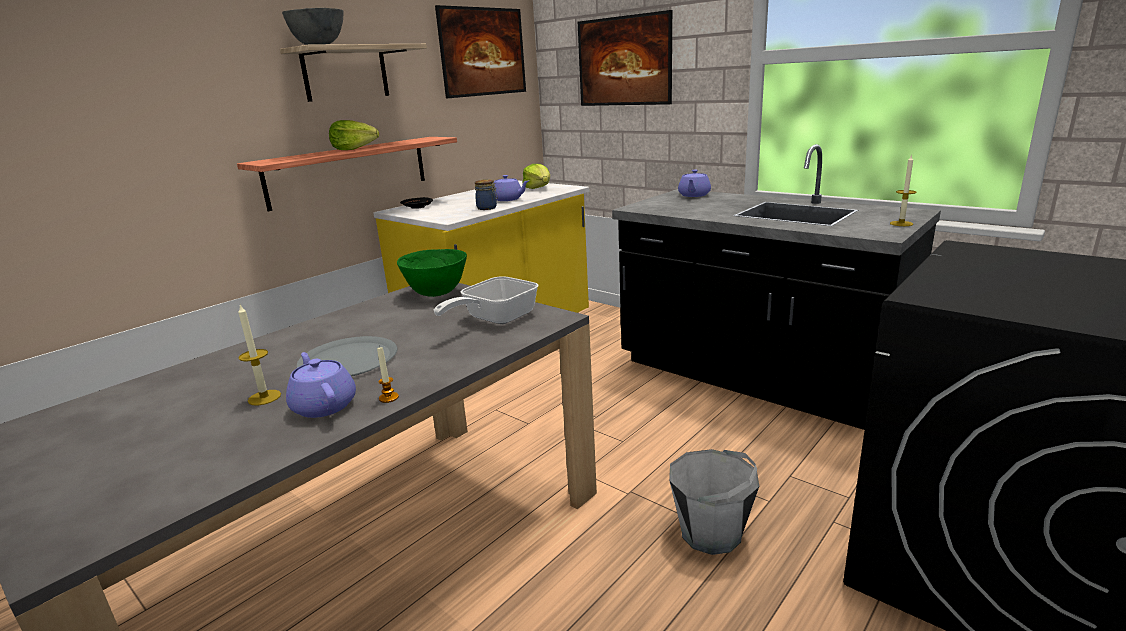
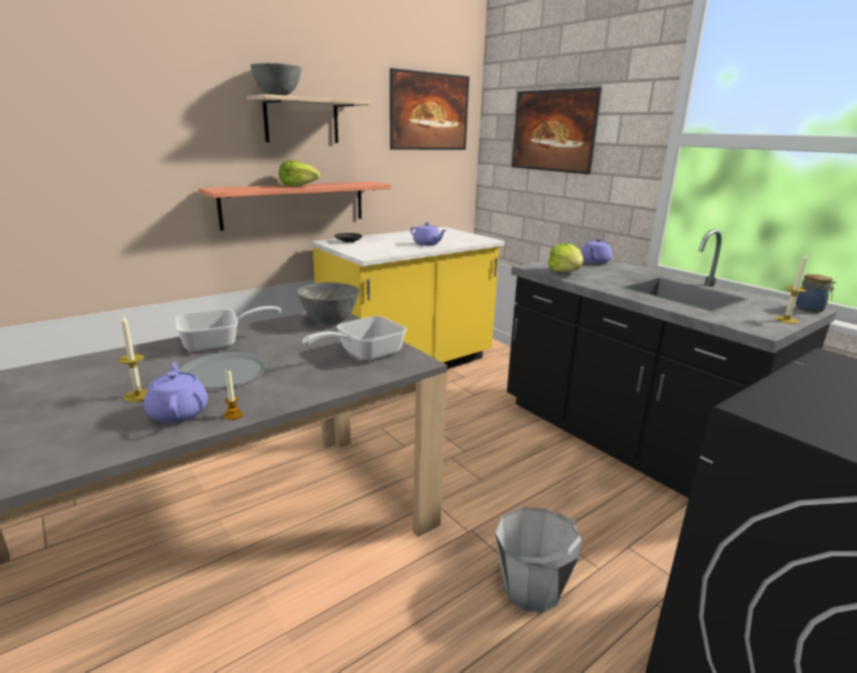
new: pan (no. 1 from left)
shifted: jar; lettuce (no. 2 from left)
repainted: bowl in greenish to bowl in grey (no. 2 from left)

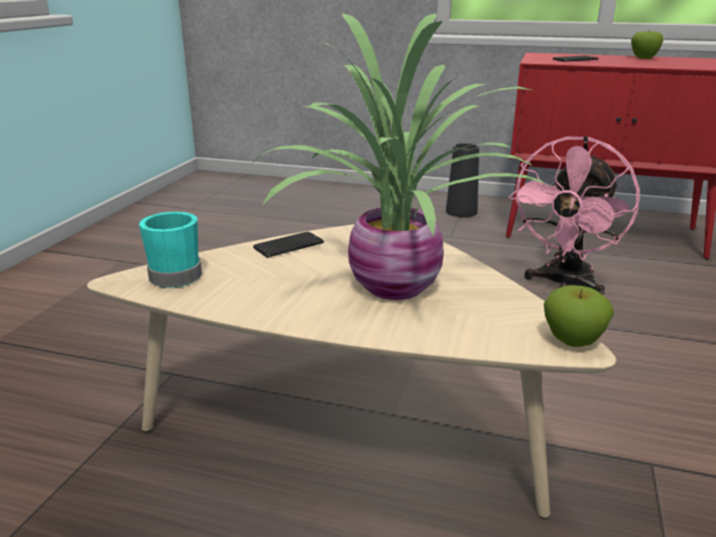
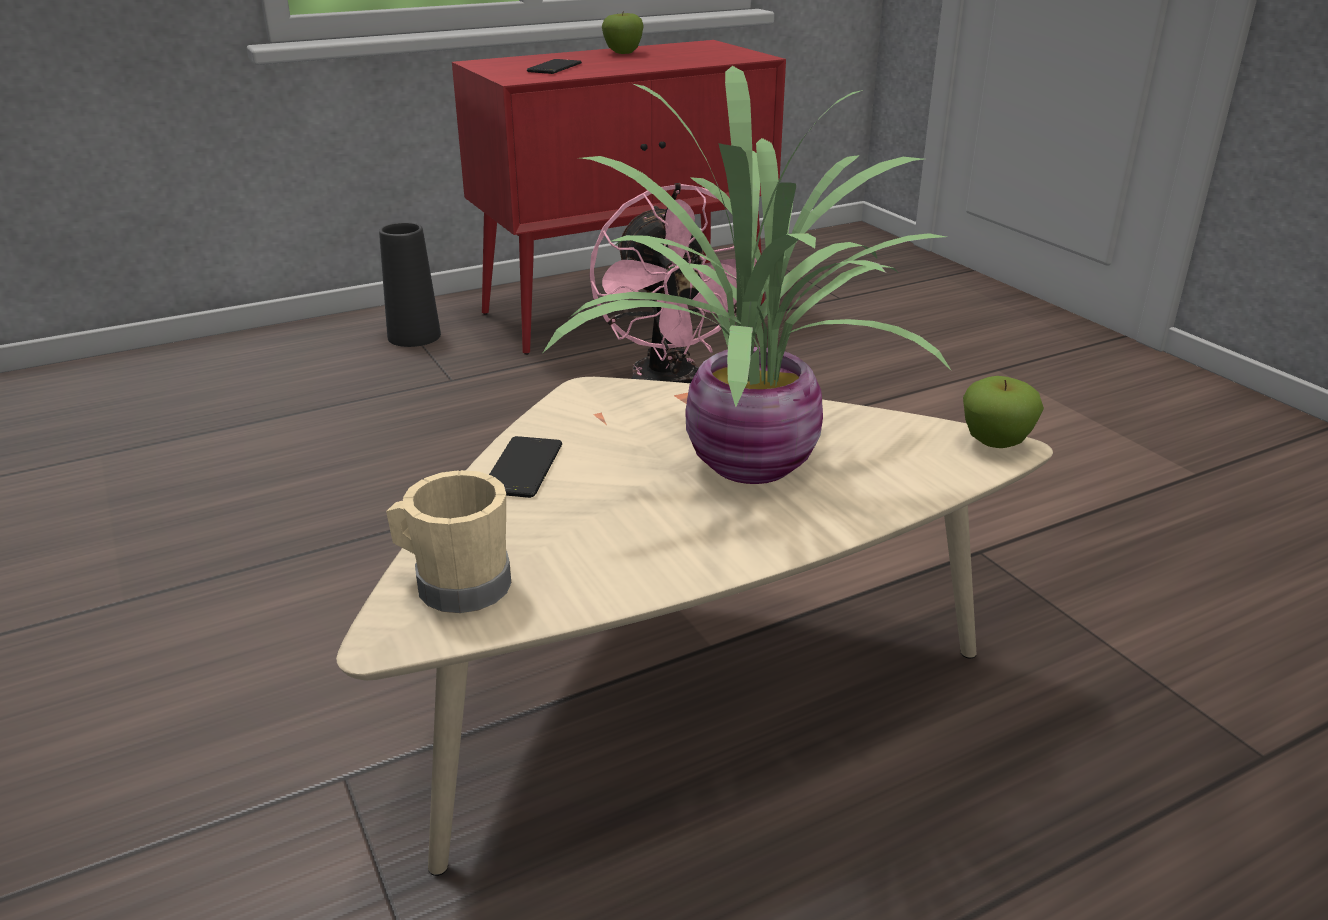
repainted: tea mug in turquoise-coloured to tea mug in sand-coloured

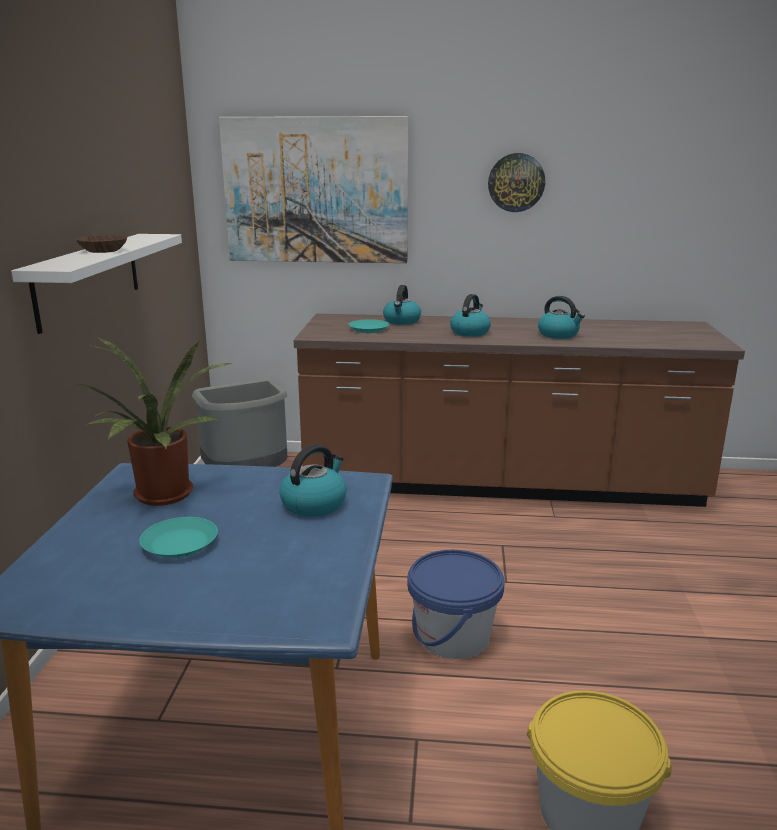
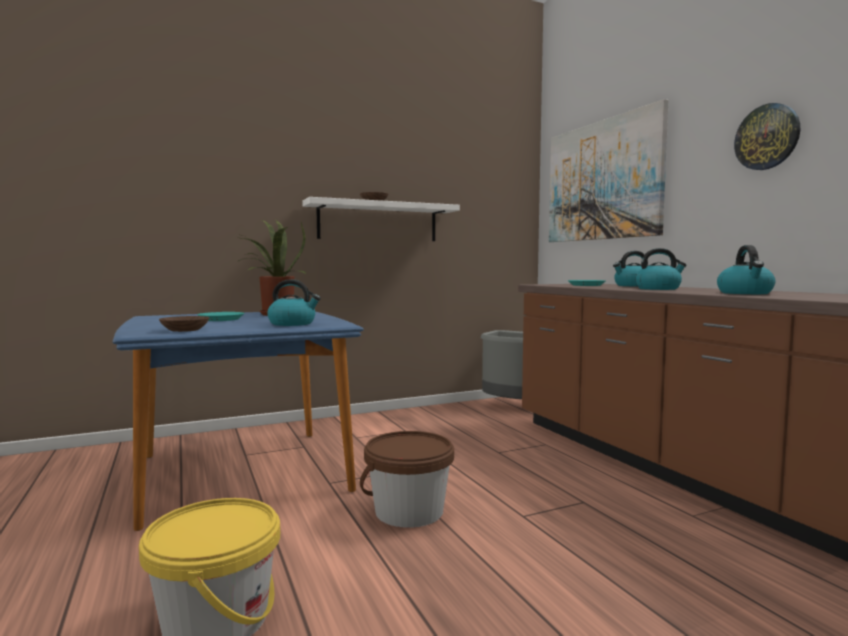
new: bowl in brownish (no. 1 from left)
repainted: pail in bluish to pail in brownish

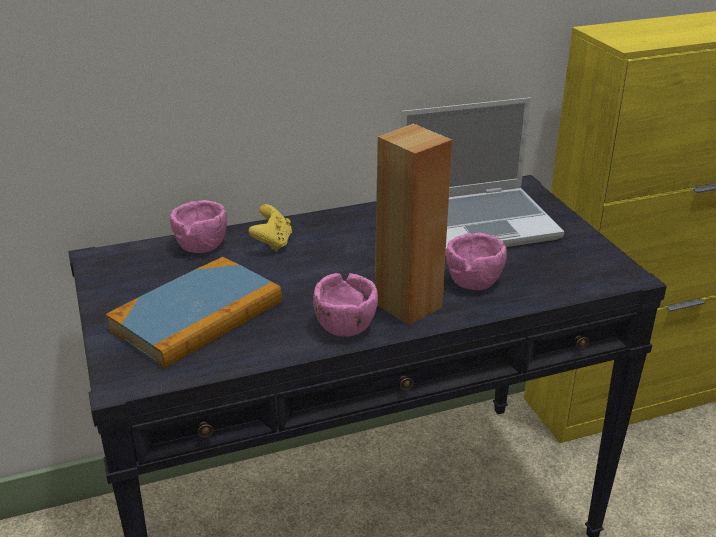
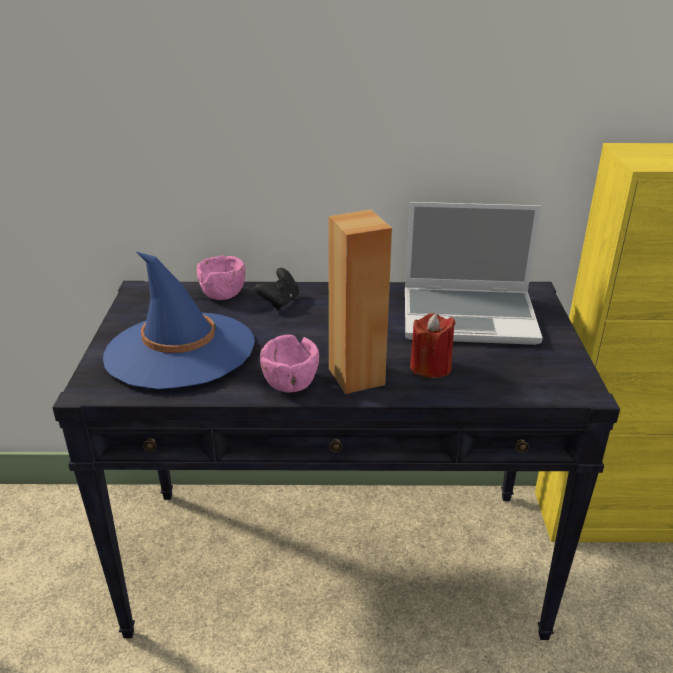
swapped: bound book to wearable hat in bluish; bowl in pink-coloured (no. 3 from left) to wax light in red-coloured
repainted: joypad in yellow to joypad in black-coloured

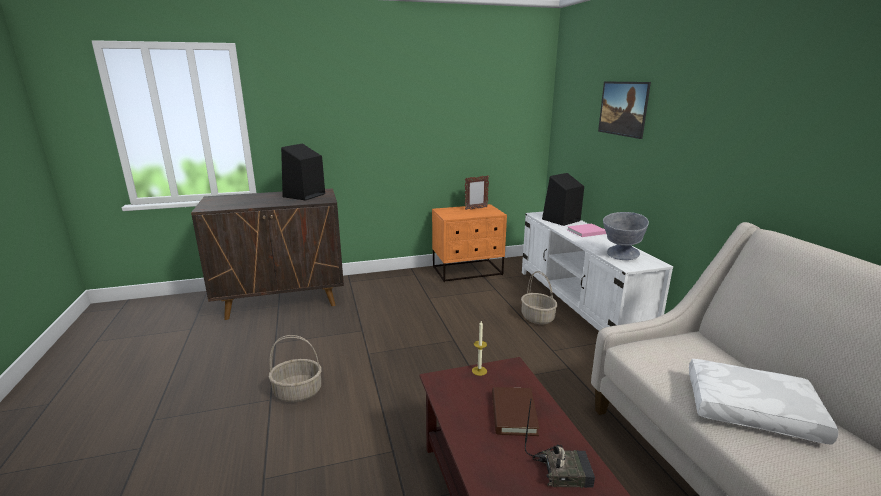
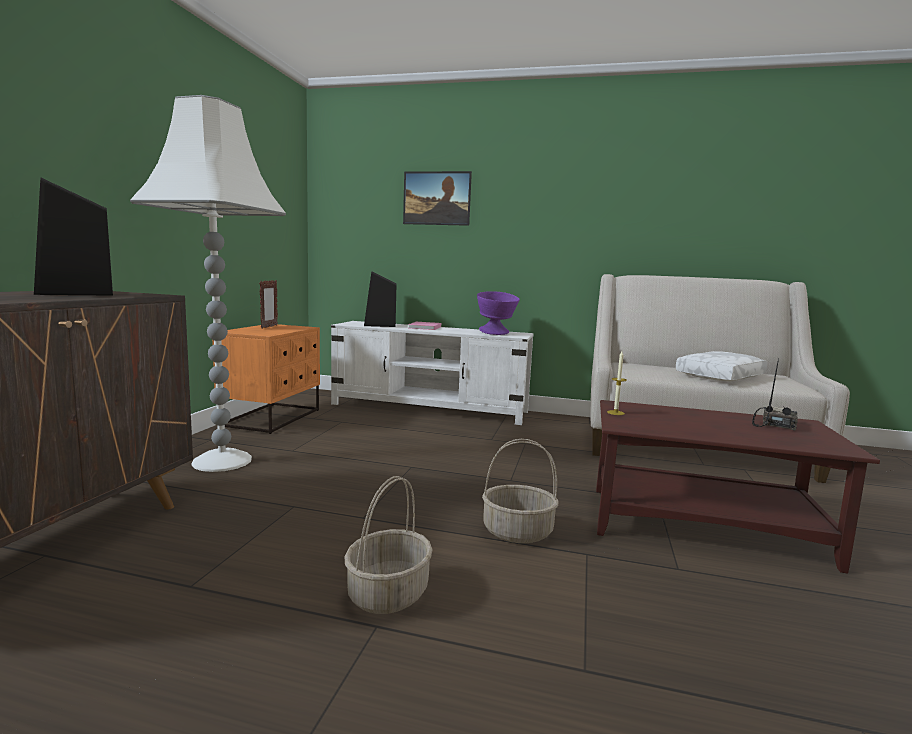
gone: bound book in brownish
new: standard lamp in whitish
shifted: basket (no. 2 from left)
repainted: bowl in grey to bowl in purple-coloured

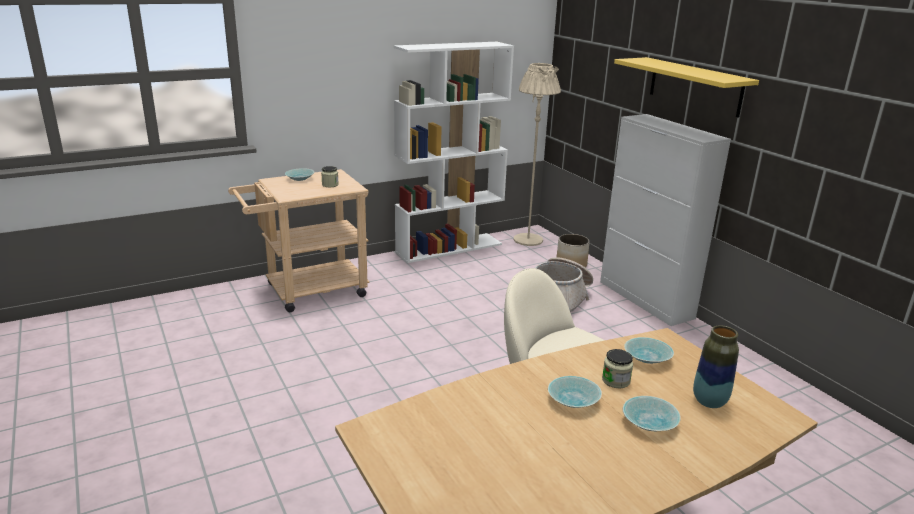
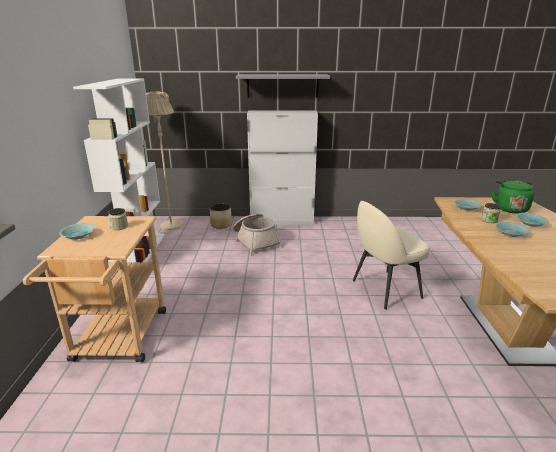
swapped: decorative vase to kettle in greenish
repainted: shelf in yellow to shelf in grey

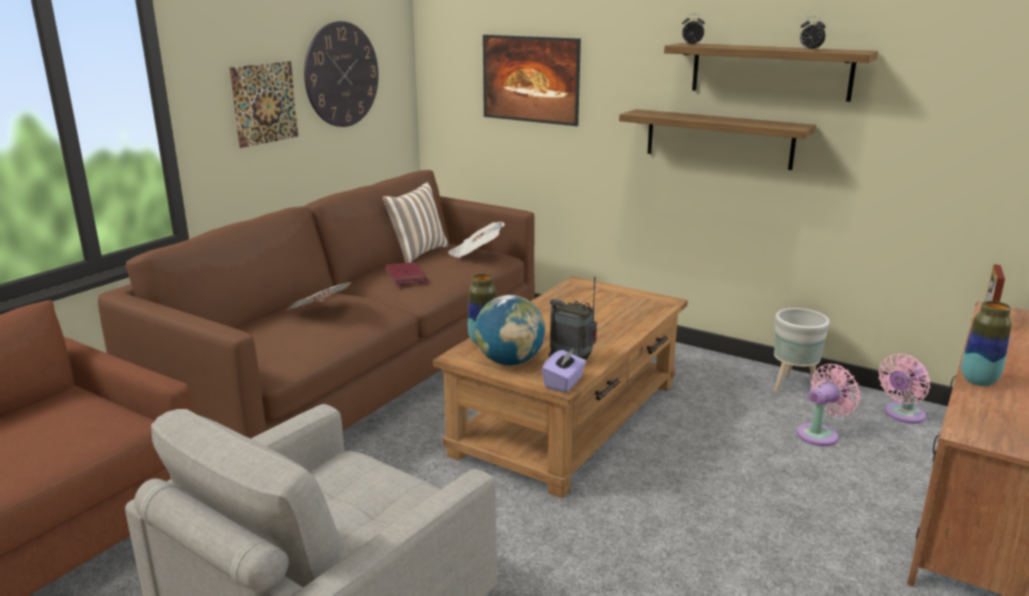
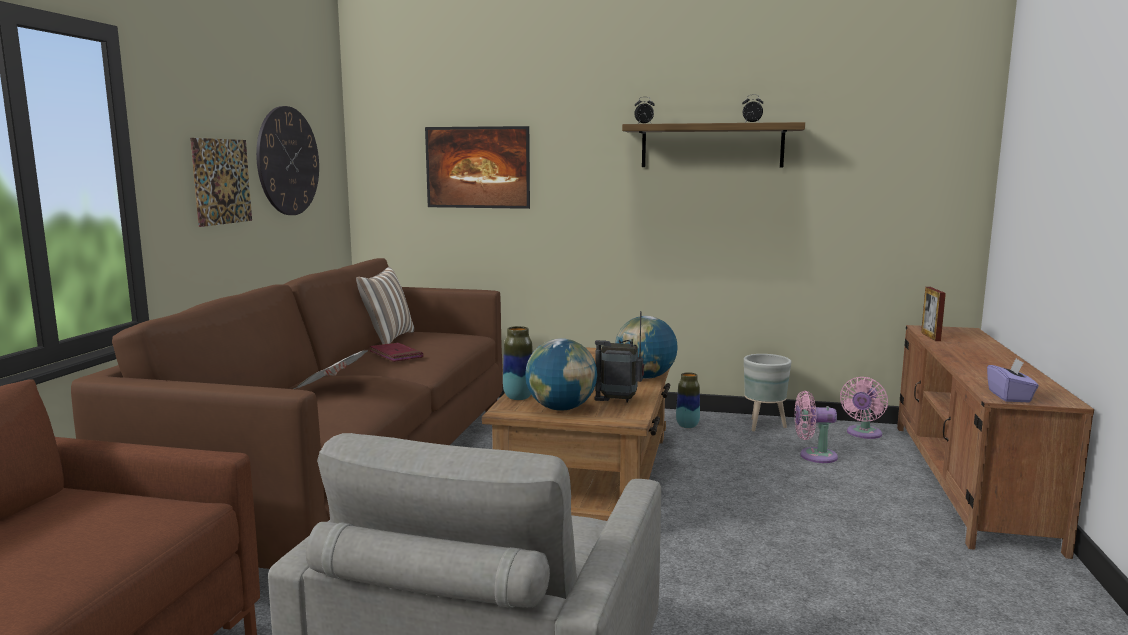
gone: printed paper (no. 2 from left); shelf (no. 1 from left)
new: globe (no. 2 from left)
shifted: tissue box in purple-coloured; decorative vase (no. 2 from left)
rotated: fan in pink-coloured (no. 1 from left) 120 degrees counterclockwise

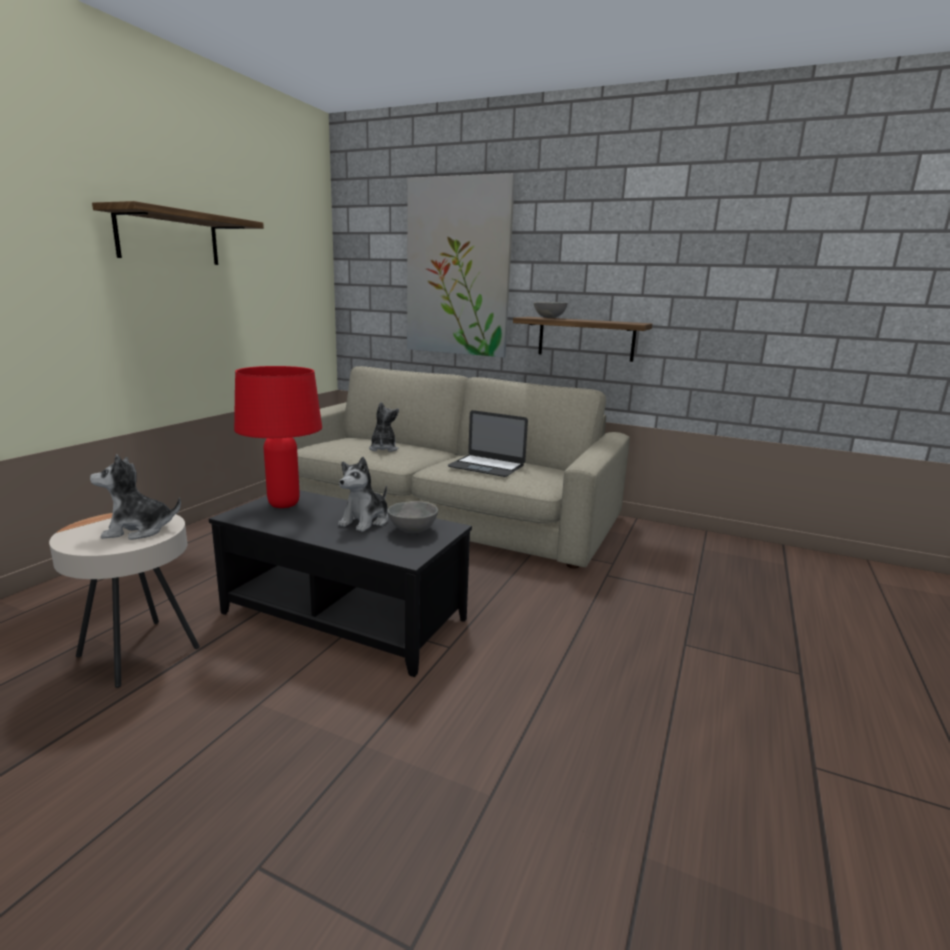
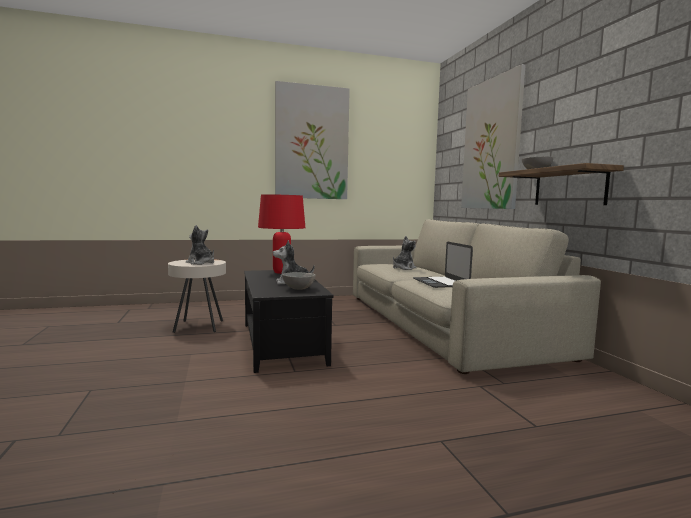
swapped: shelf (no. 1 from left) to wall picture (no. 1 from left)

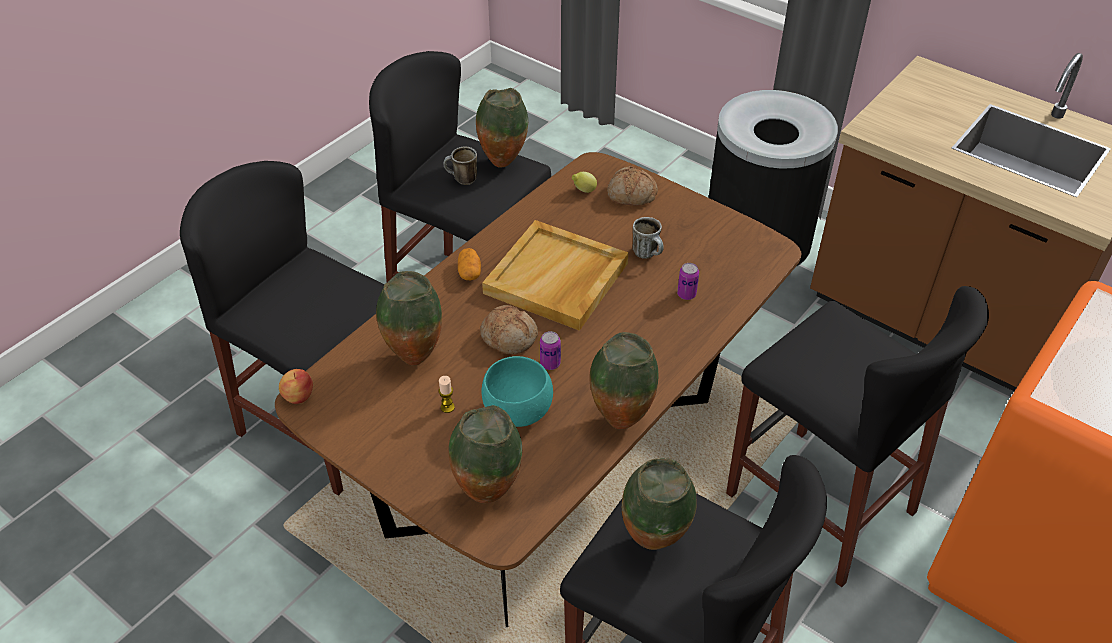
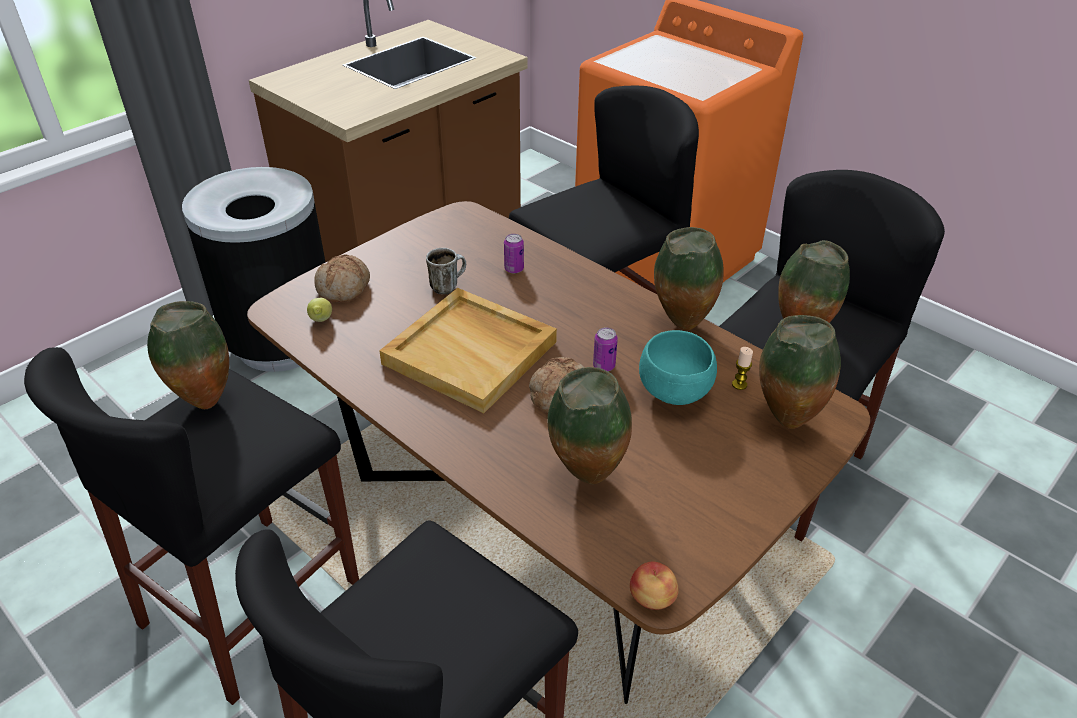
gone: tea mug (no. 1 from left); spud
shifted: wax light

